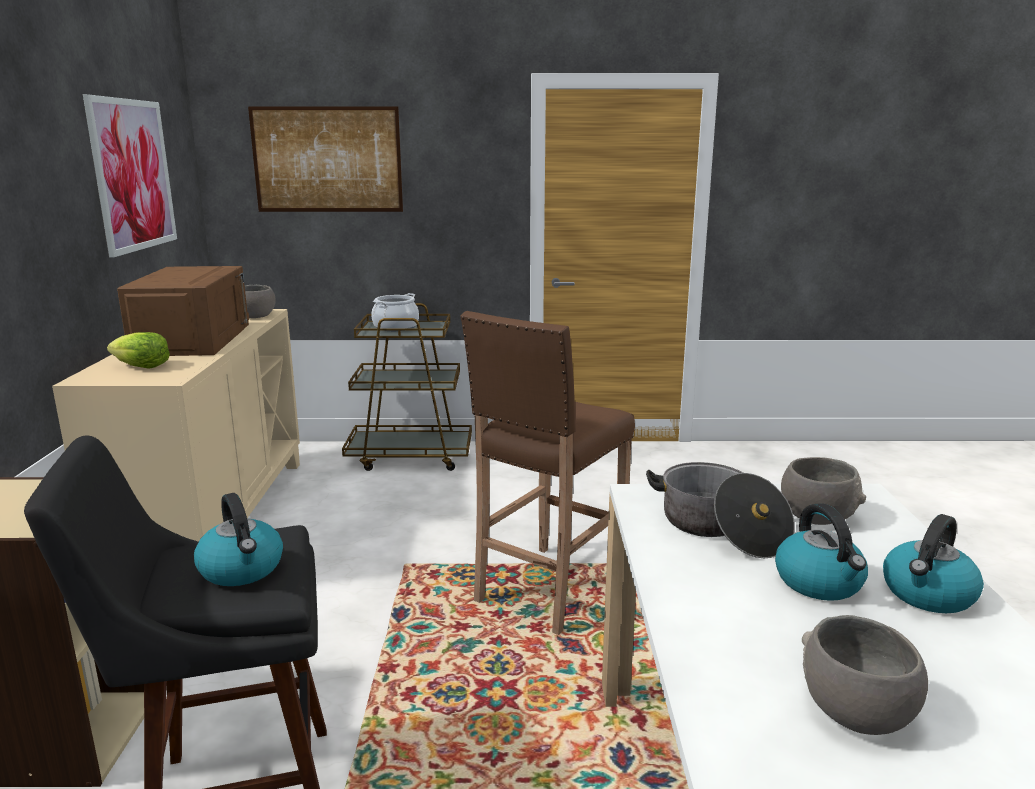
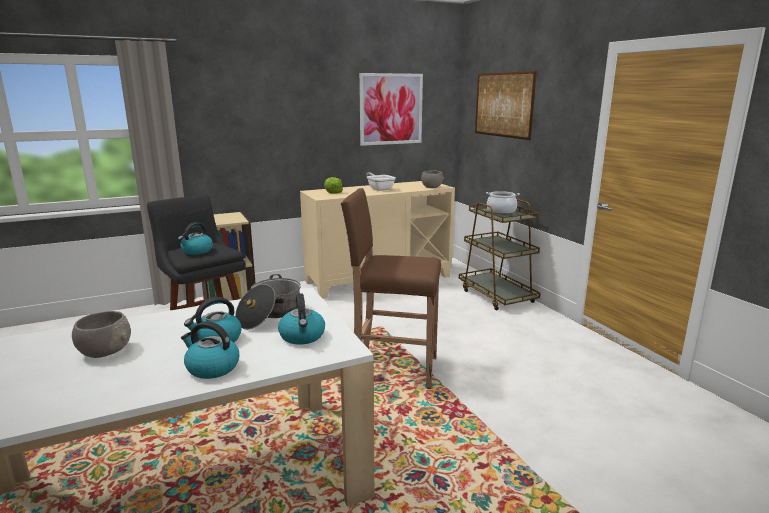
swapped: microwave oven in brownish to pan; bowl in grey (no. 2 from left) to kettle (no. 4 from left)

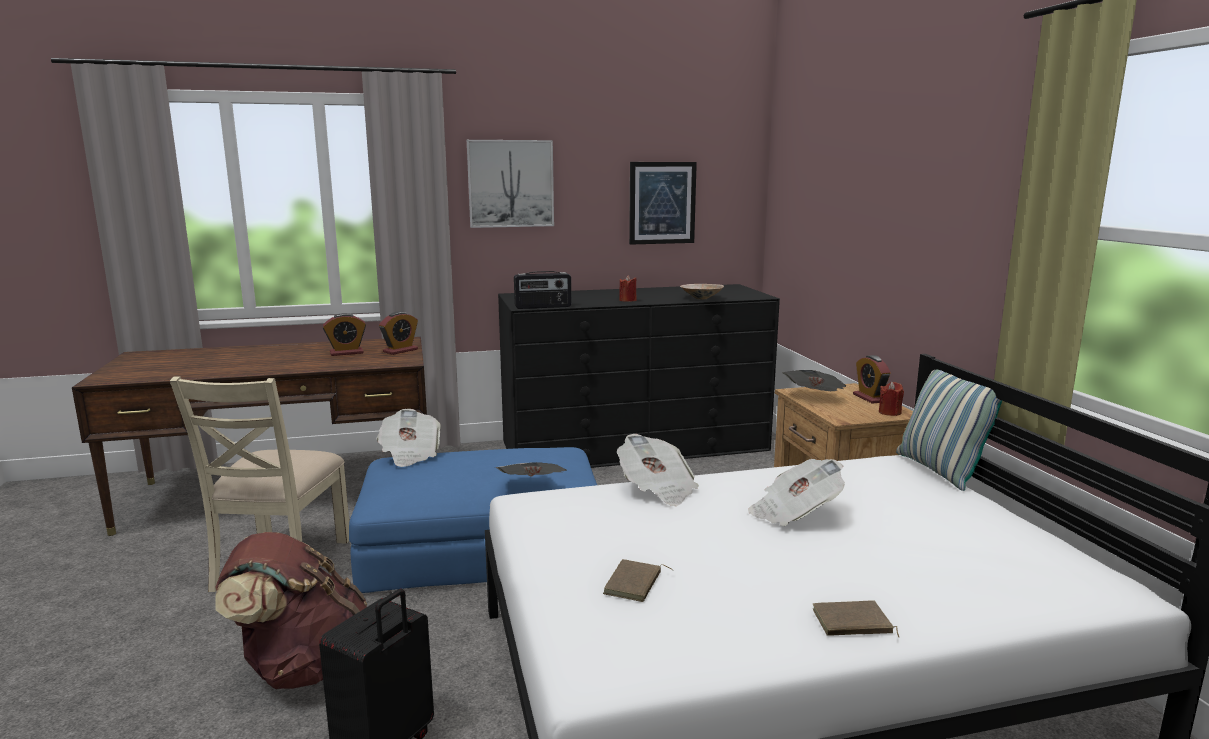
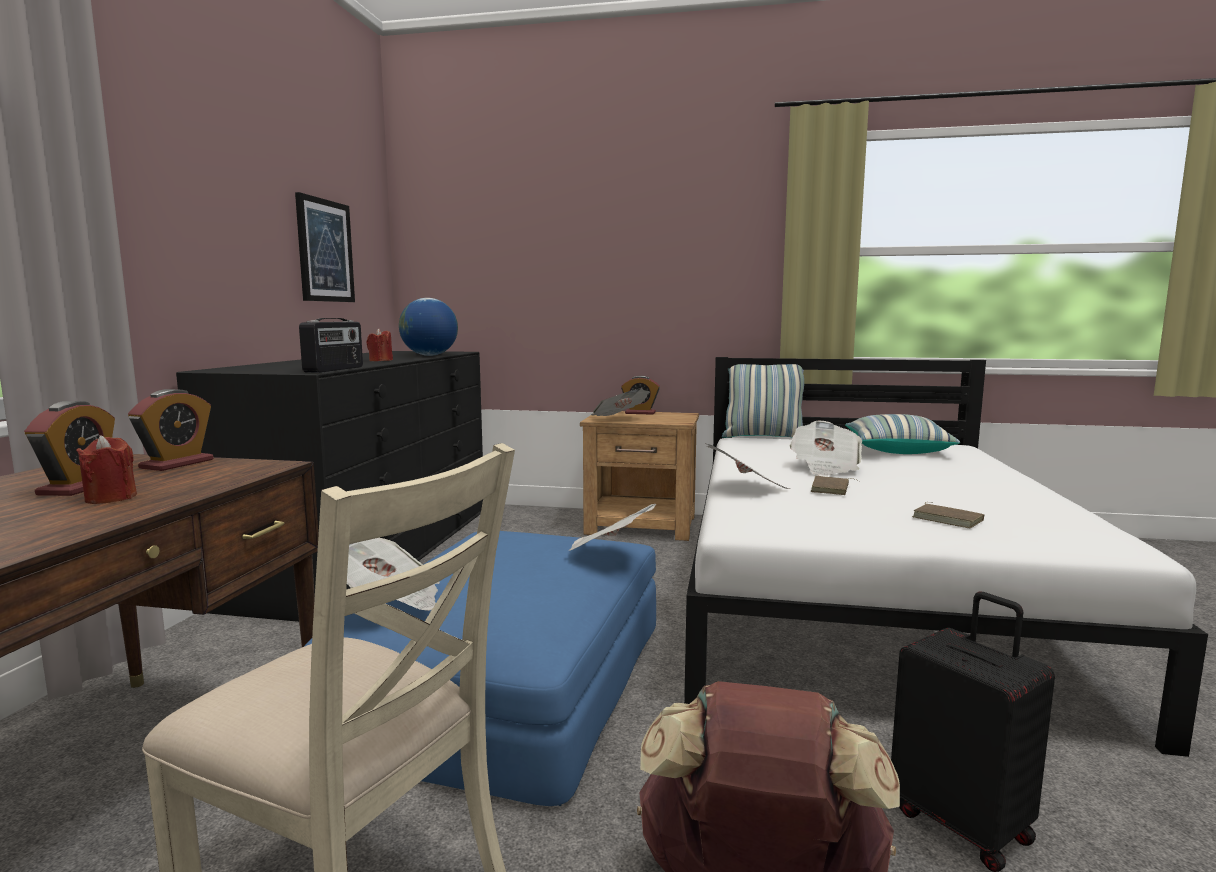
gone: wall picture (no. 1 from left)
new: pillow (no. 2 from left)
shifted: bound book in brownish (no. 2 from left in the first image) to bound book in brownish (no. 1 from left); wax light in red-coloured (no. 2 from left in the first image) to wax light in red-coloured (no. 1 from left)
swapped: bowl in sand-coloured to globe
rotated: table clock (no. 2 from left) 45 degrees clockwise

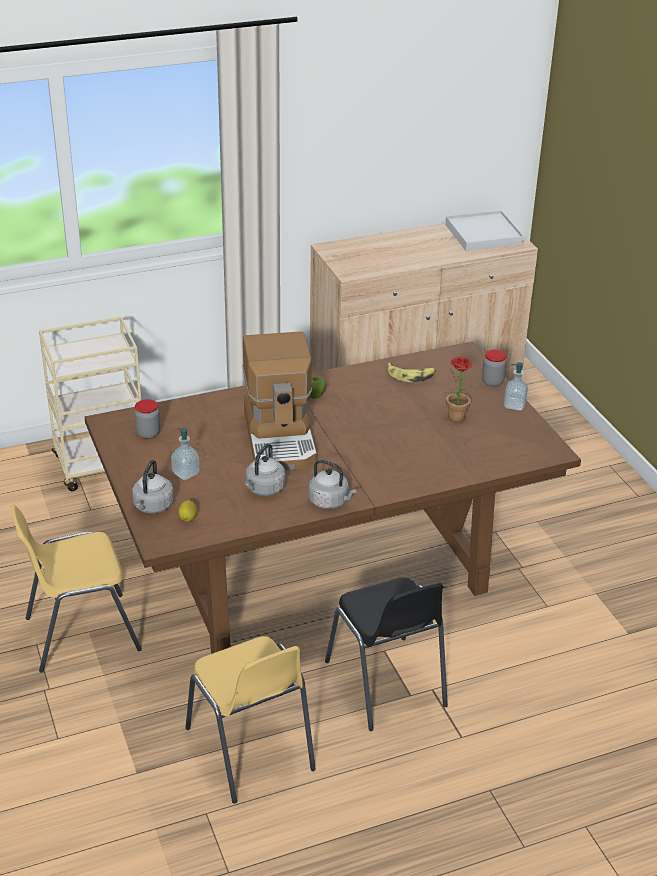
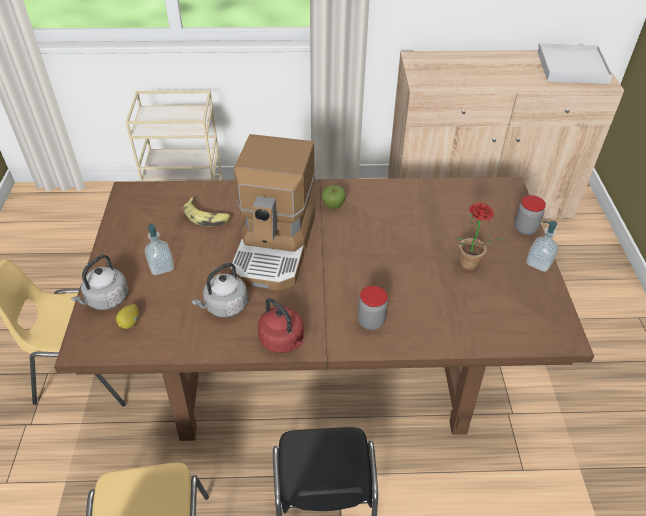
shifted: jar (no. 1 from left); banana fruit
repainted: kettle in grey (no. 3 from left) to kettle in red-coloured

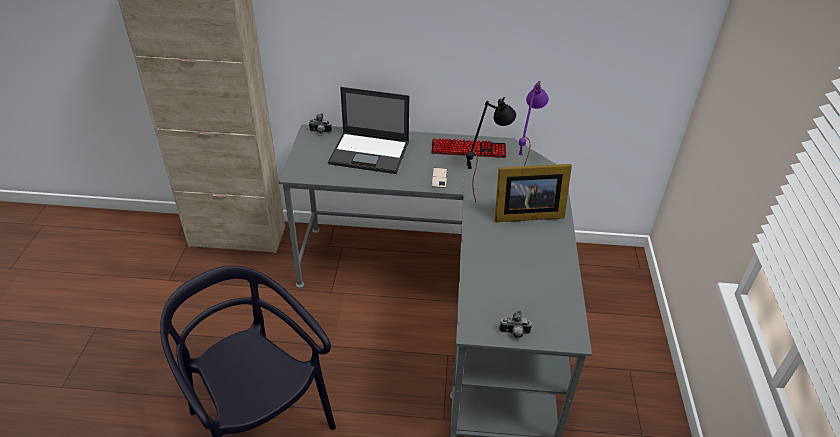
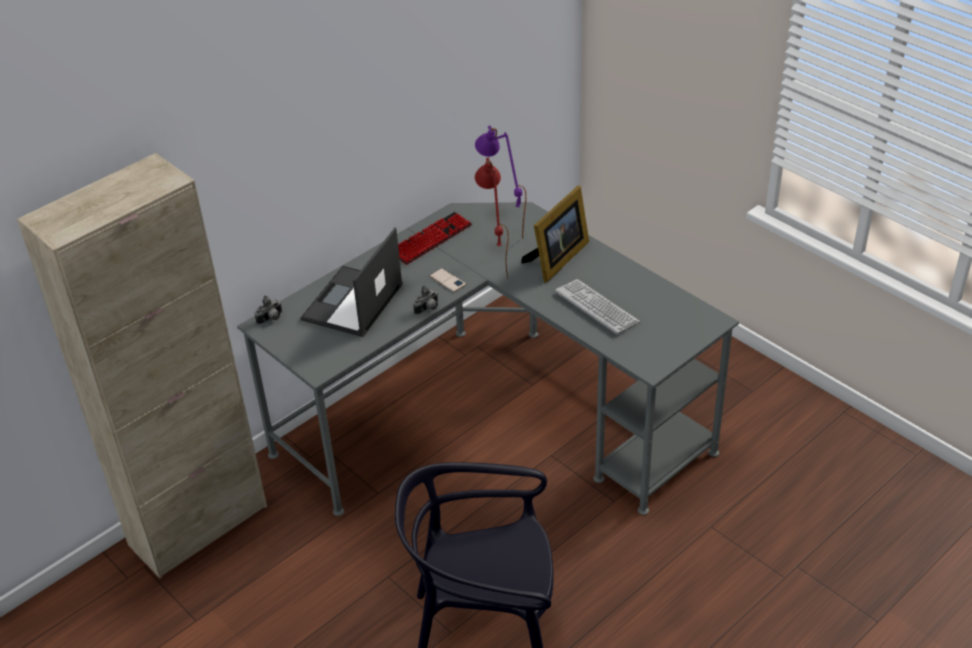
new: keyboard (no. 2 from left)
shifted: photo camera (no. 2 from left)
repainted: tabletop lamp in black-coloured to tabletop lamp in red-coloured
rotated: portable computer 150 degrees clockwise

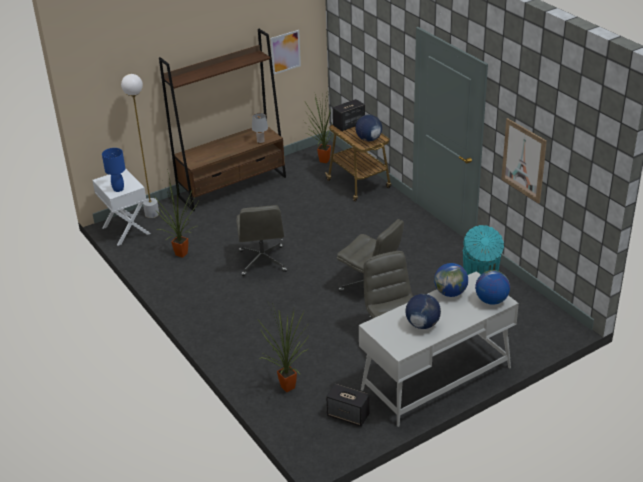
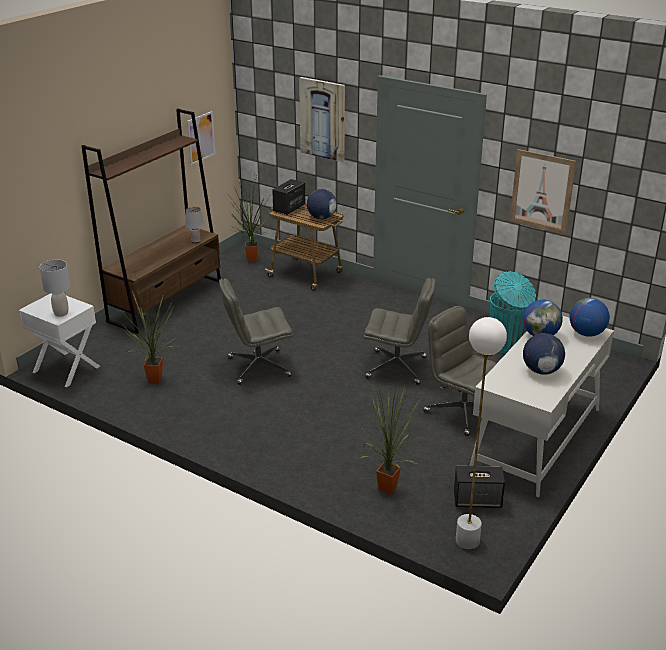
new: wall picture (no. 2 from left)
shifted: standard lamp in whitish
repainted: tabletop lamp in bluish to tabletop lamp in grey (no. 1 from left)
rotated: computer chair in grey (no. 1 from left) 105 degrees clockwise

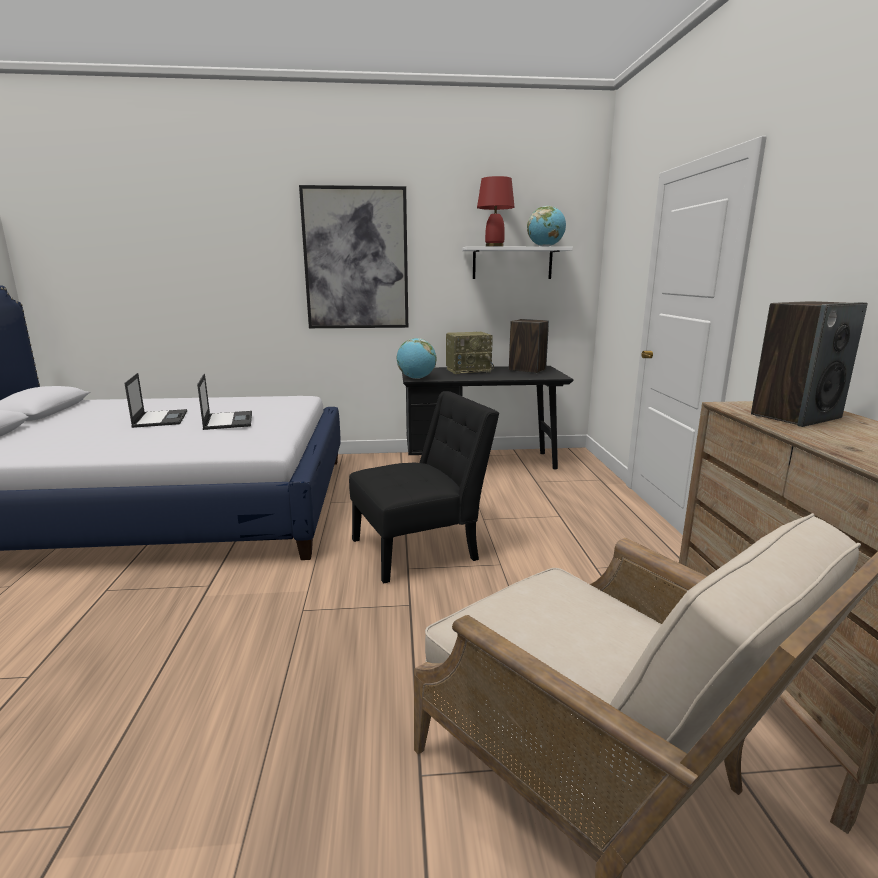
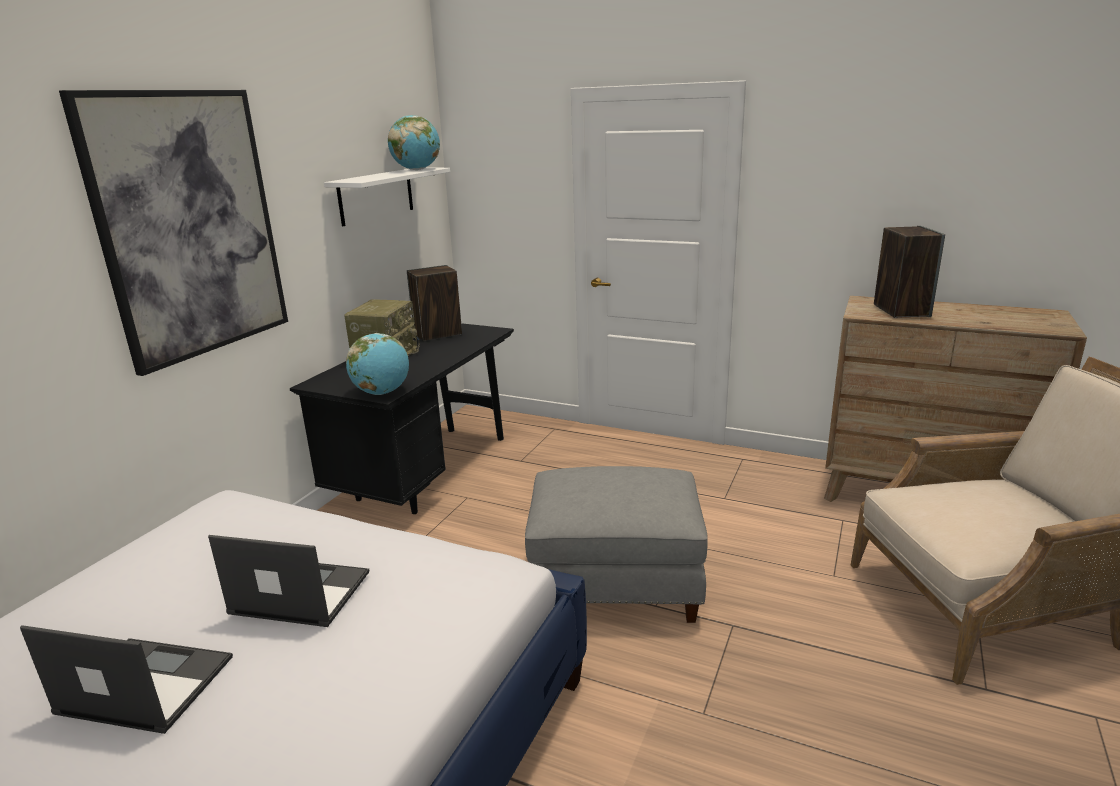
gone: tabletop lamp in red-coloured
swapped: chair in black-coloured to pouffe in grey

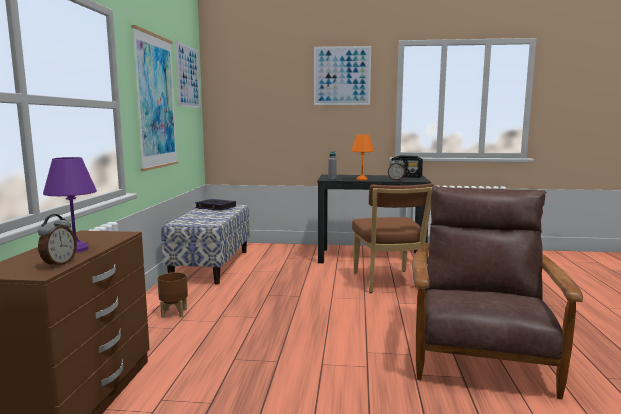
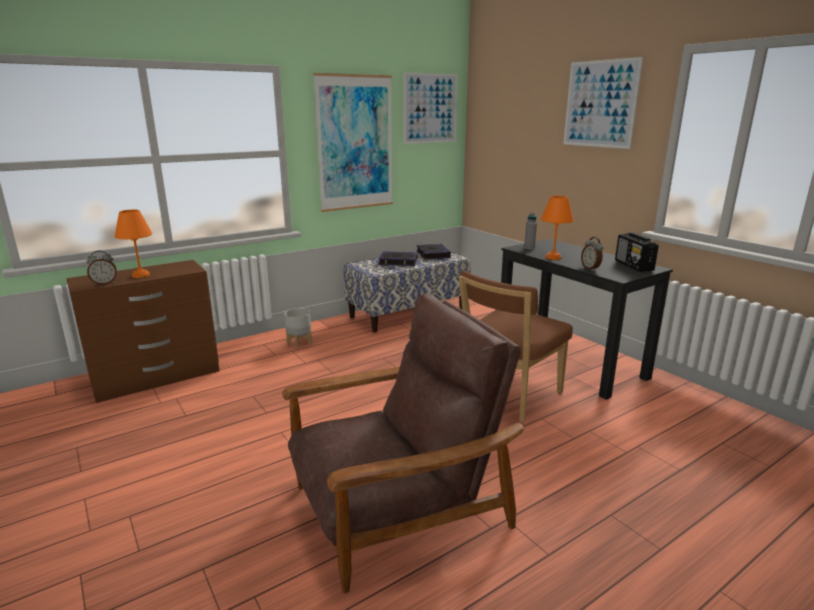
new: bound book (no. 1 from left)
repainted: tabletop lamp in purple-coloured to tabletop lamp in orangey (no. 1 from left); planter in brownish to planter in grey

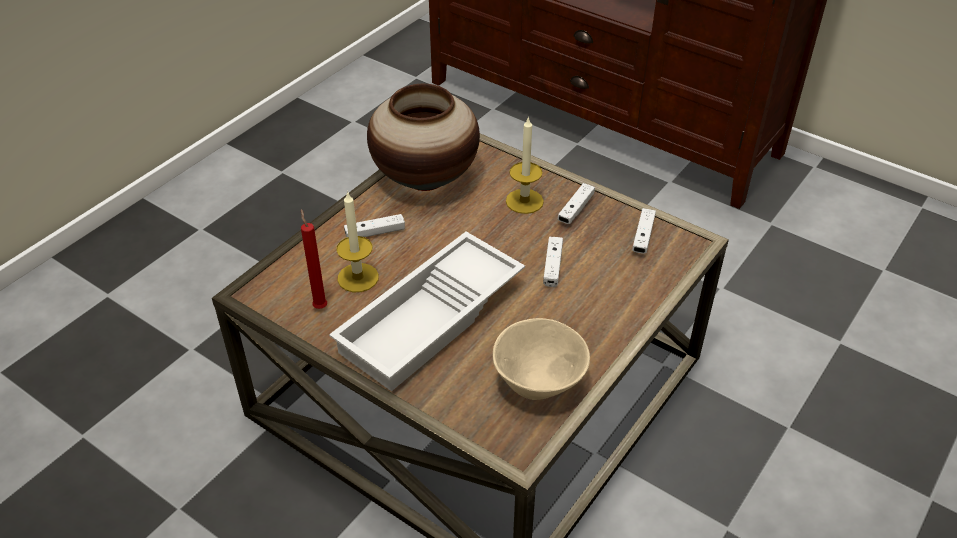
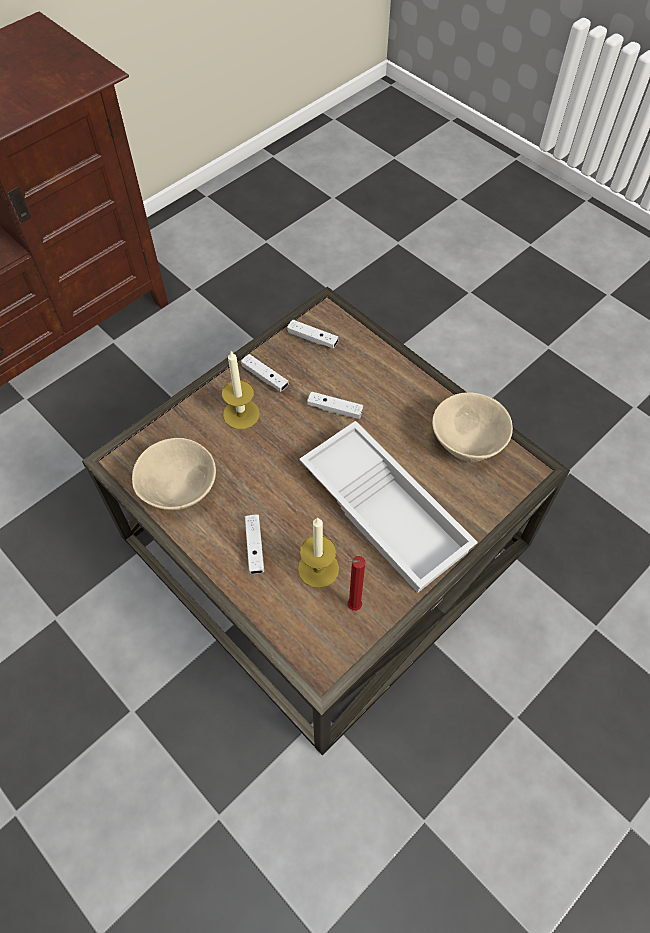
swapped: decorative vase to bowl in sand-coloured (no. 1 from left)

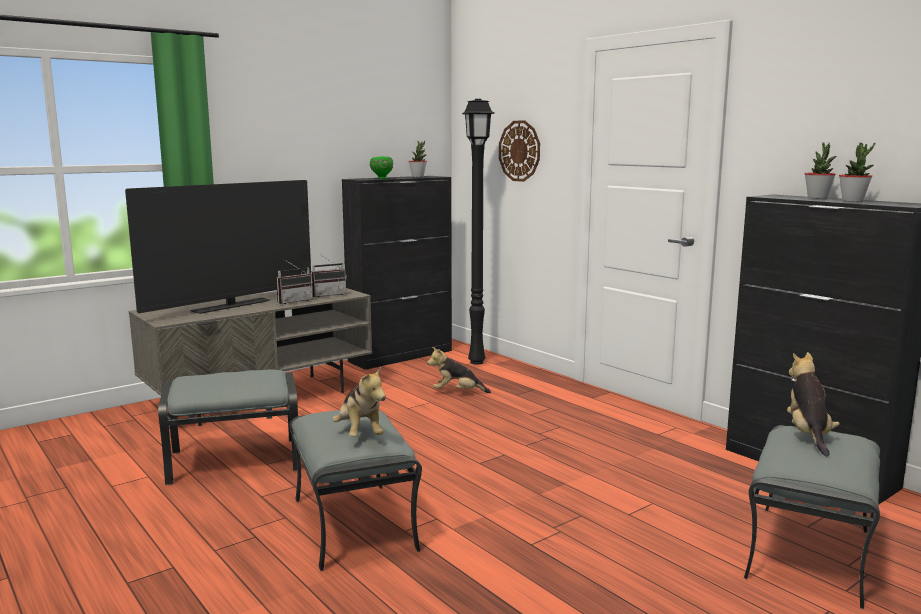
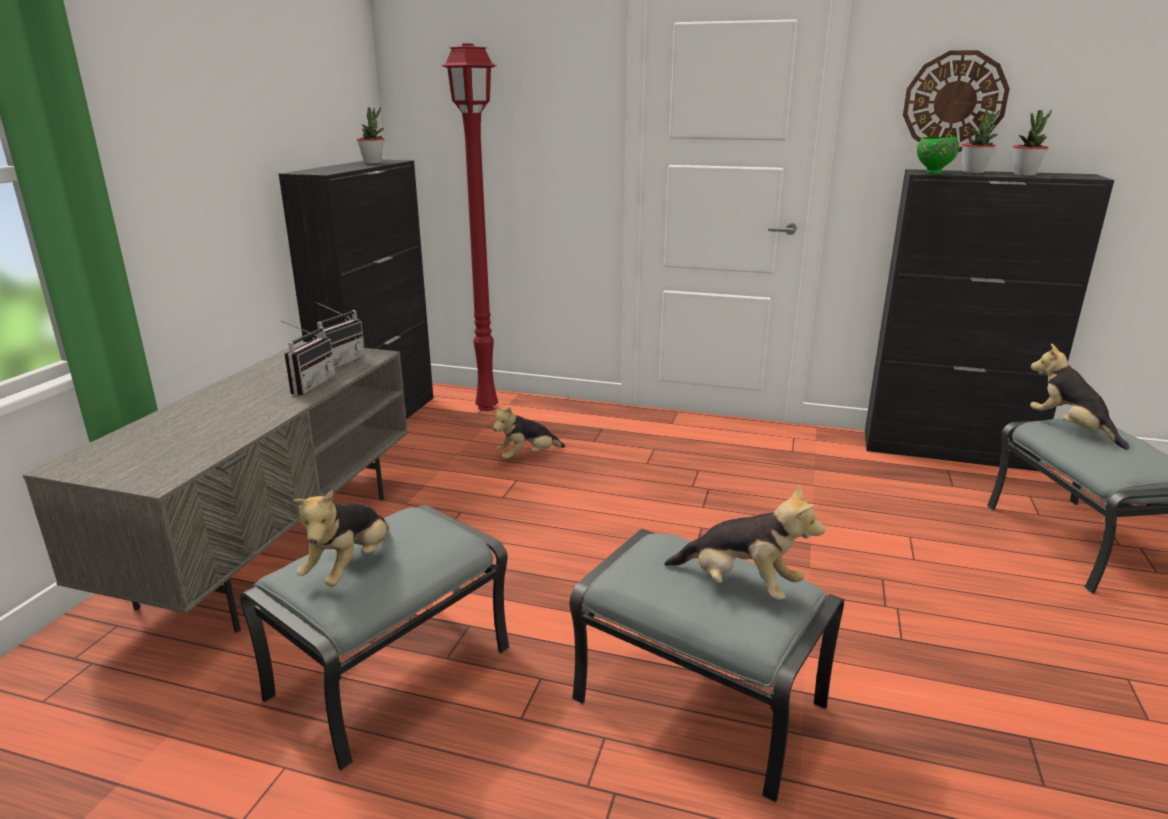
gone: television
new: plush toy (no. 1 from left)
shifted: bowl in greenish; hanging clock
repainted: standard lamp in black-coloured to standard lamp in red-coloured

